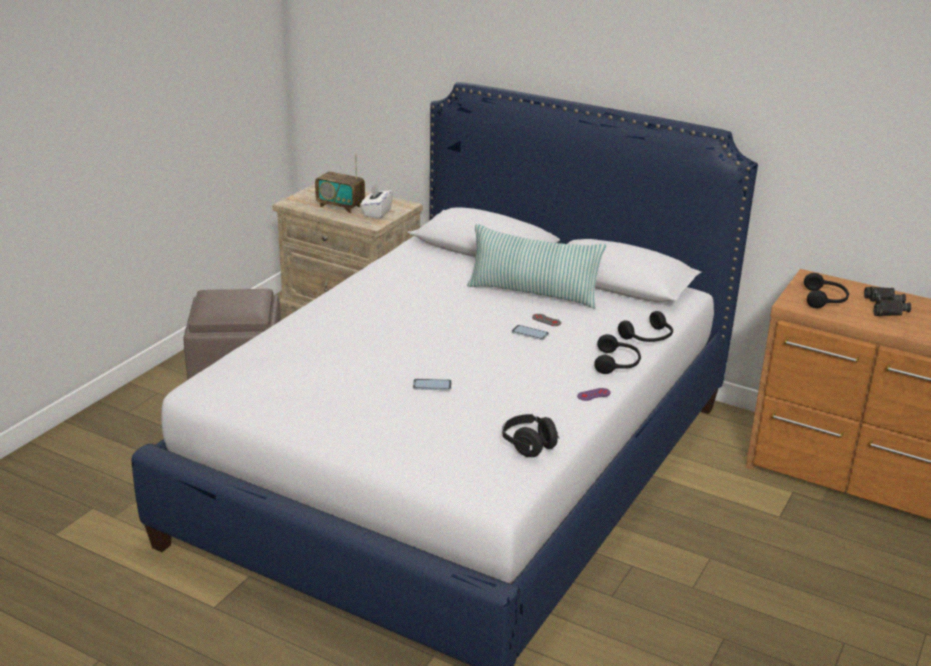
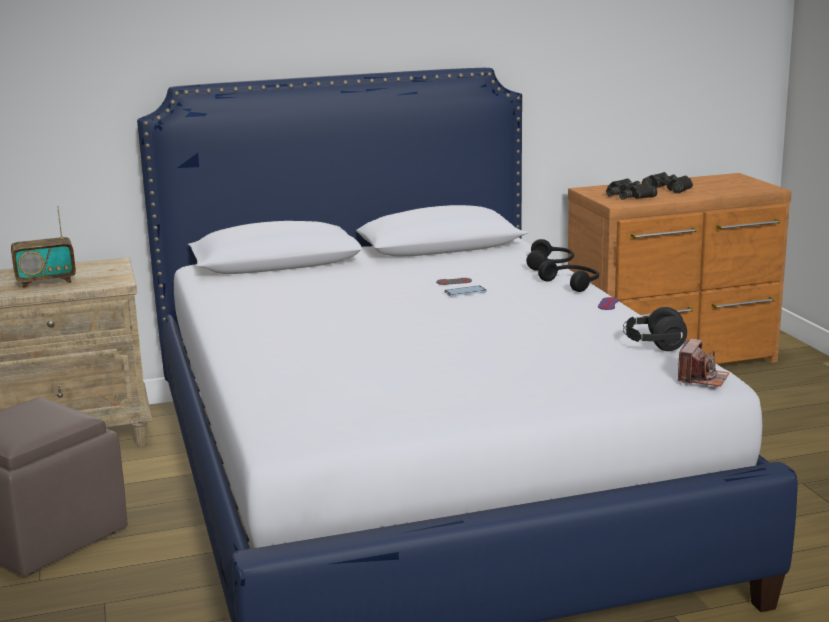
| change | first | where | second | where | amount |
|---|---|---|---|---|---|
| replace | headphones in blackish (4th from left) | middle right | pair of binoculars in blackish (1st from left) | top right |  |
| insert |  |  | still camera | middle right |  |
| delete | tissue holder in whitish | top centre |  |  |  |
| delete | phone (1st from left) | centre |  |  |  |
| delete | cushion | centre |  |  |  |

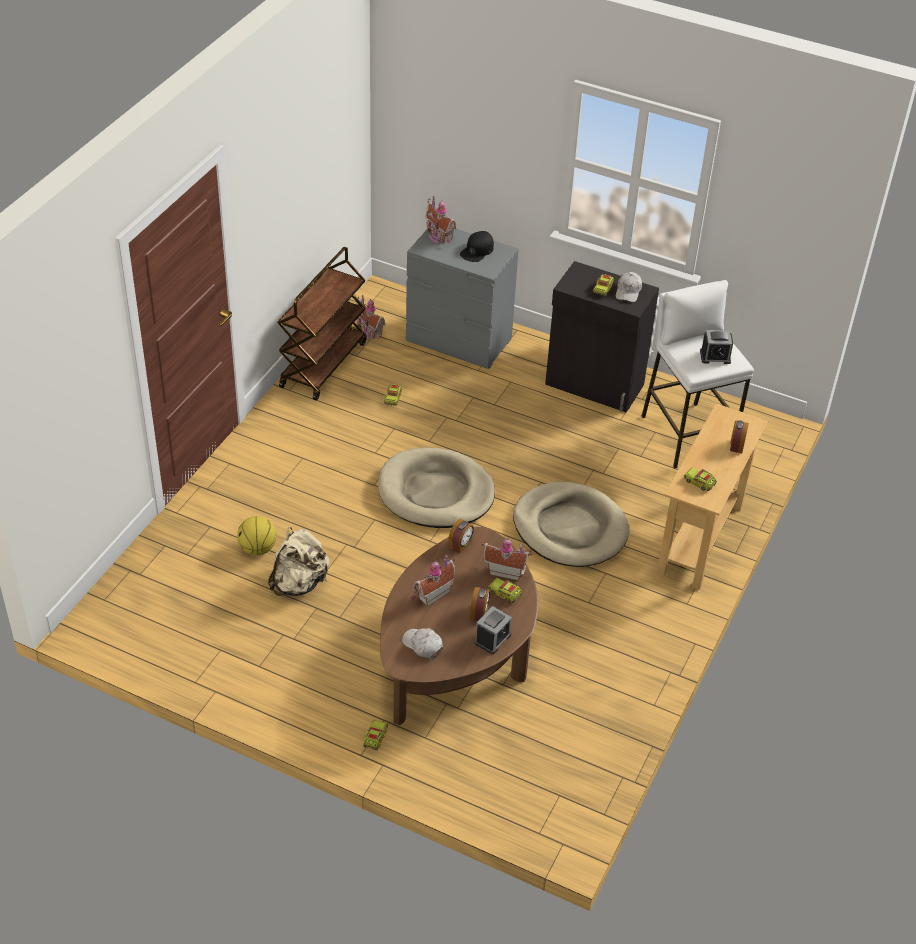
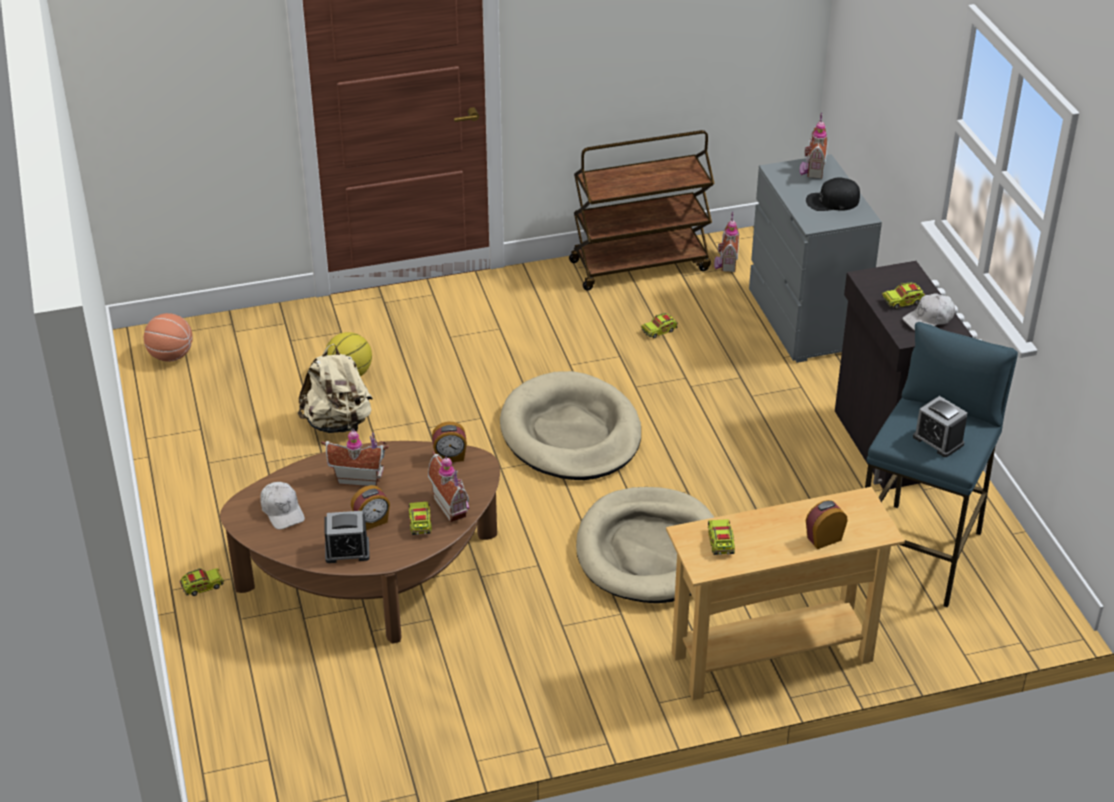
| change | first | where | second | where | amount |
|---|---|---|---|---|---|
| insert |  |  | ball for basketball (1st from left) | middle left |  |
| rotate | cap in whitish (1st from left) | bottom centre |  | middle left | 150 degrees clockwise |
| recolor | stool in whitish | middle right | stool in blue | middle right |  |

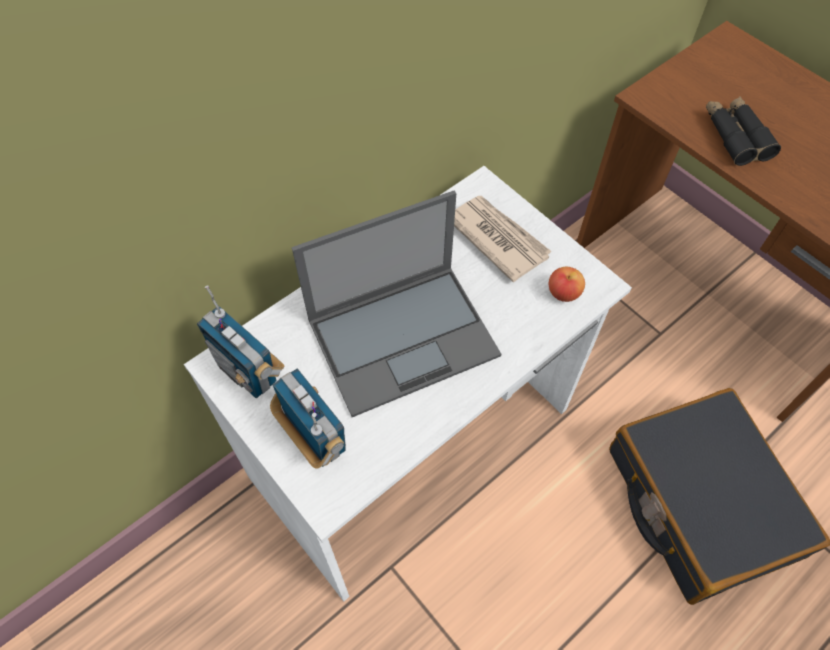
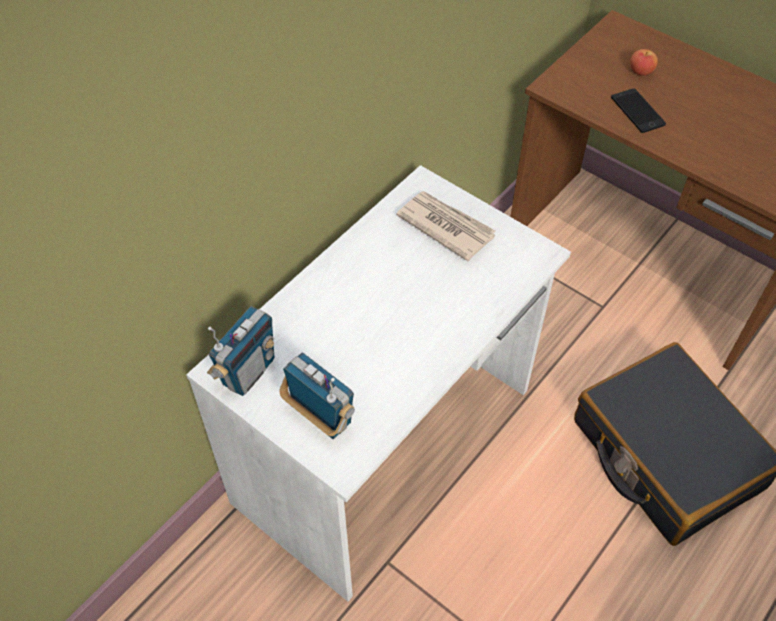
| change | first | where | second | where | amount |
|---|---|---|---|---|---|
| rotate | radio receiver (1st from left) | middle left |  | middle left | 90 degrees counterclockwise |
| replace | pair of binoculars in blackish | top right | phone | top right |  |
| move | whole apple | middle right |  | top right |  |
| delete | portable computer | centre |  |  |  |

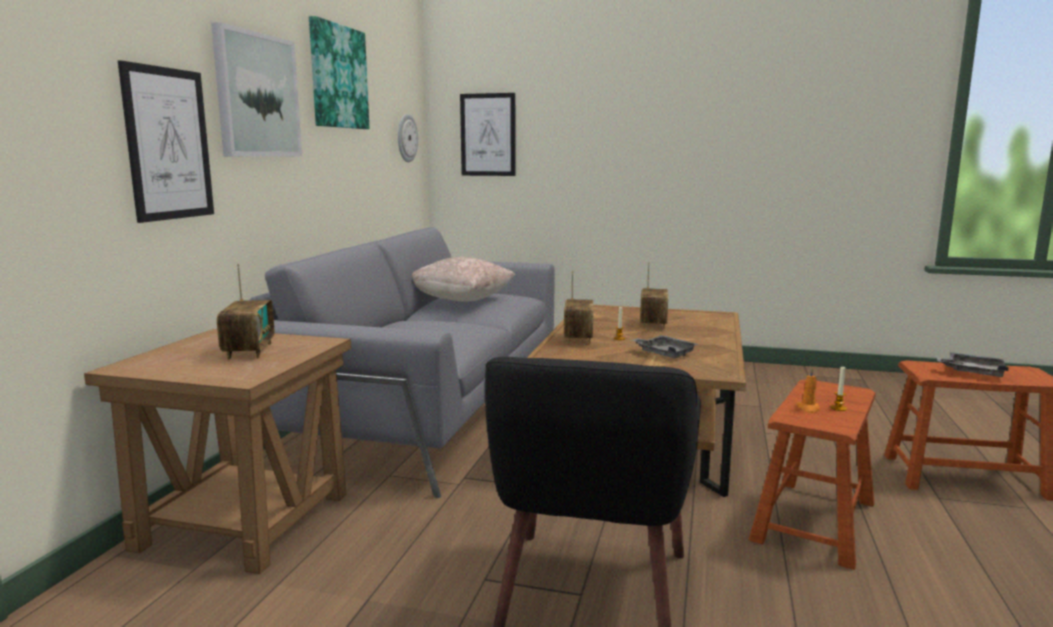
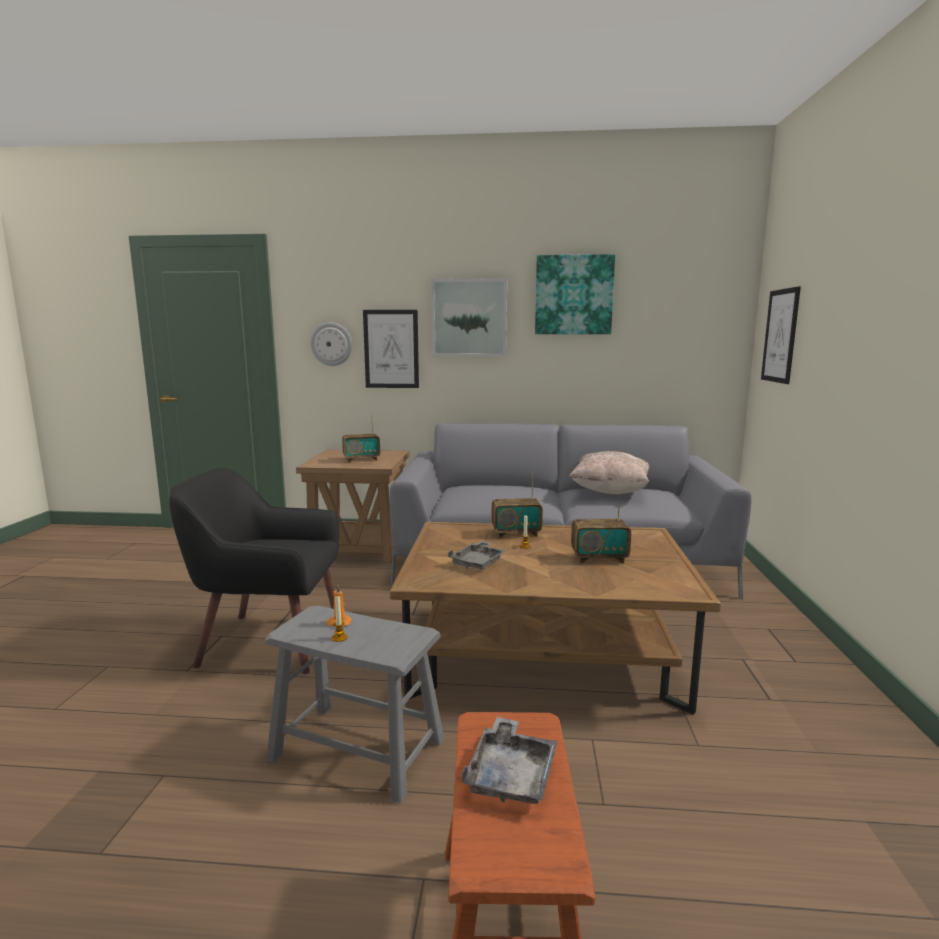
| change | first | where | second | where | amount |
|---|---|---|---|---|---|
| recolor | stool in brownish (1st from left) | bottom right | stool in gray | bottom centre |  |
| move | wall clock | top centre |  | centre |  |

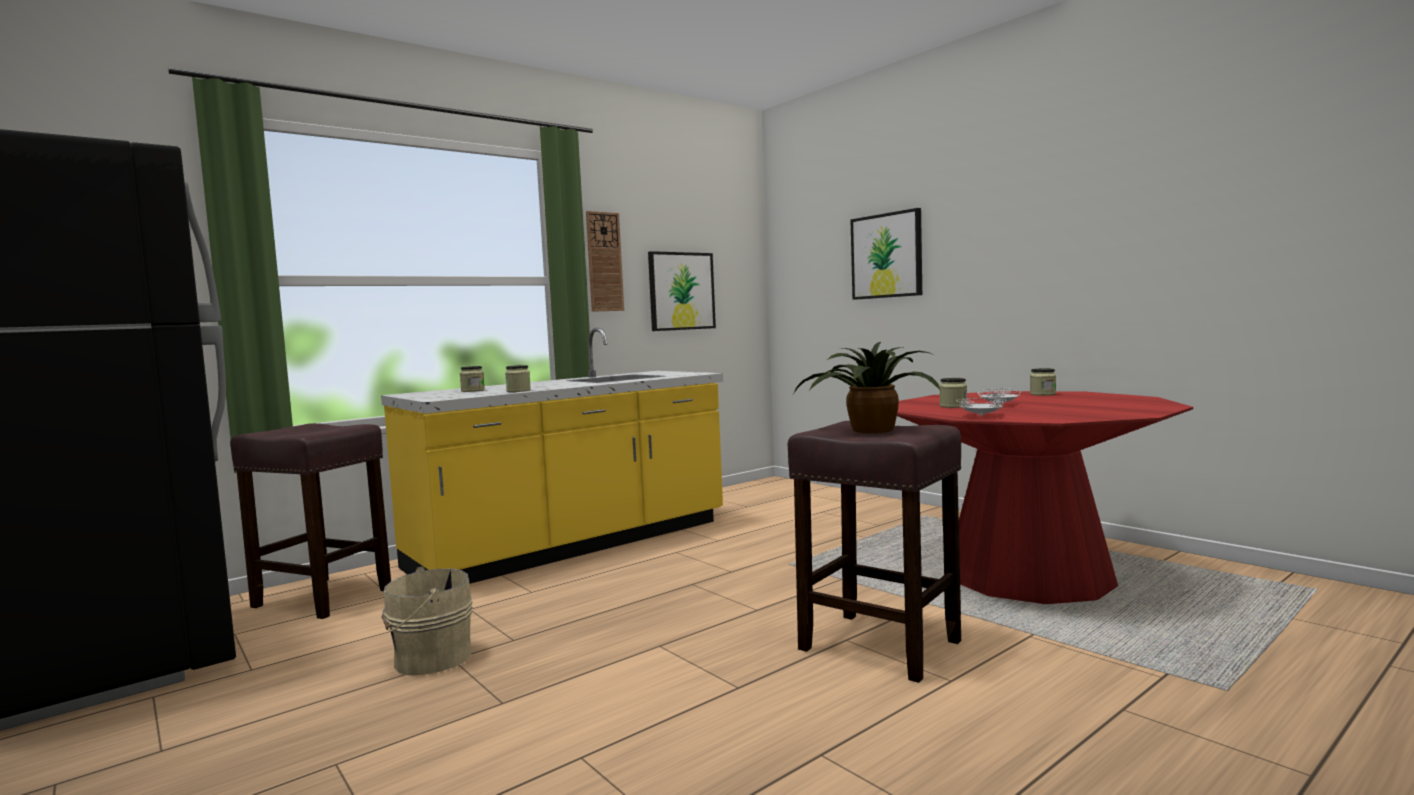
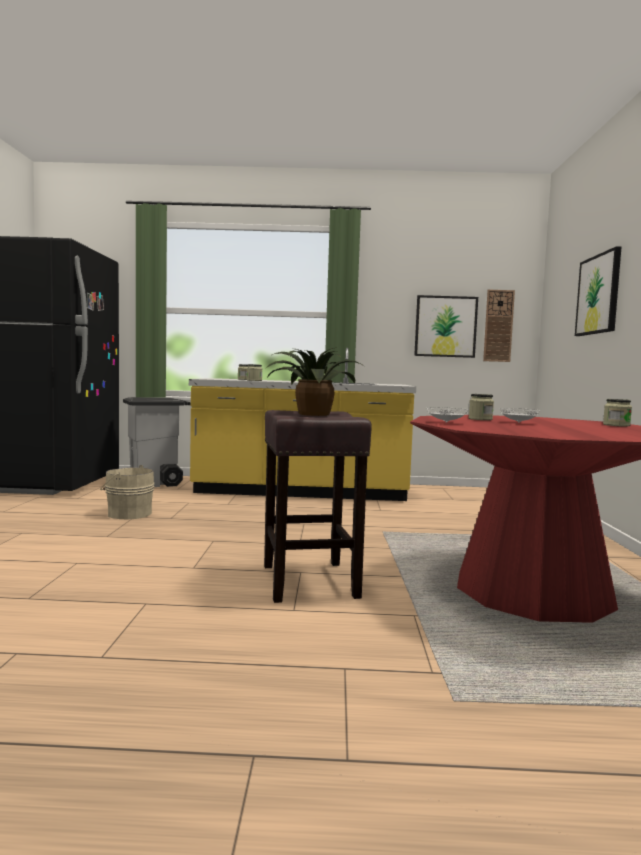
| change | first | where | second | where | amount |
|---|---|---|---|---|---|
| replace | stool in brownish (1st from left) | middle left | trash can in gray | middle left |  |
| move | wall clock | top centre |  | middle right |  |

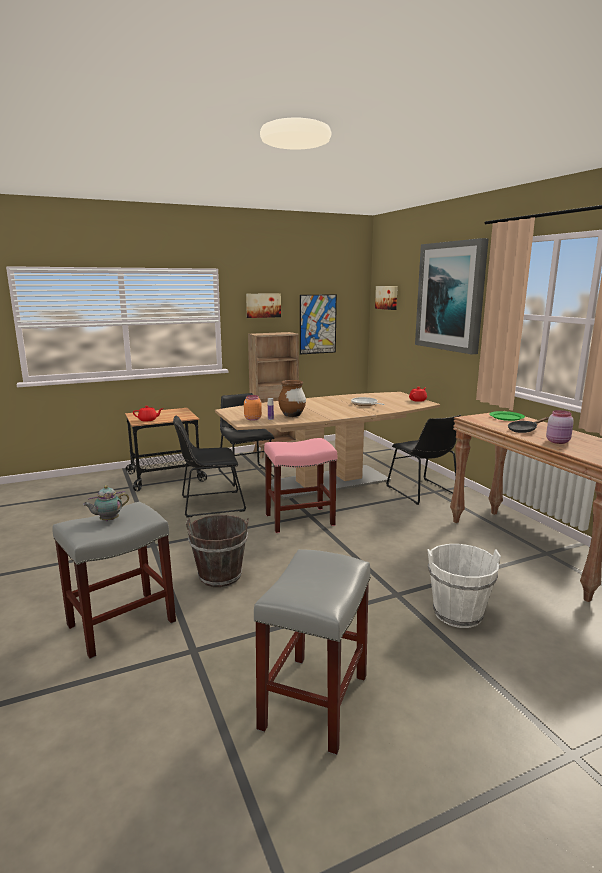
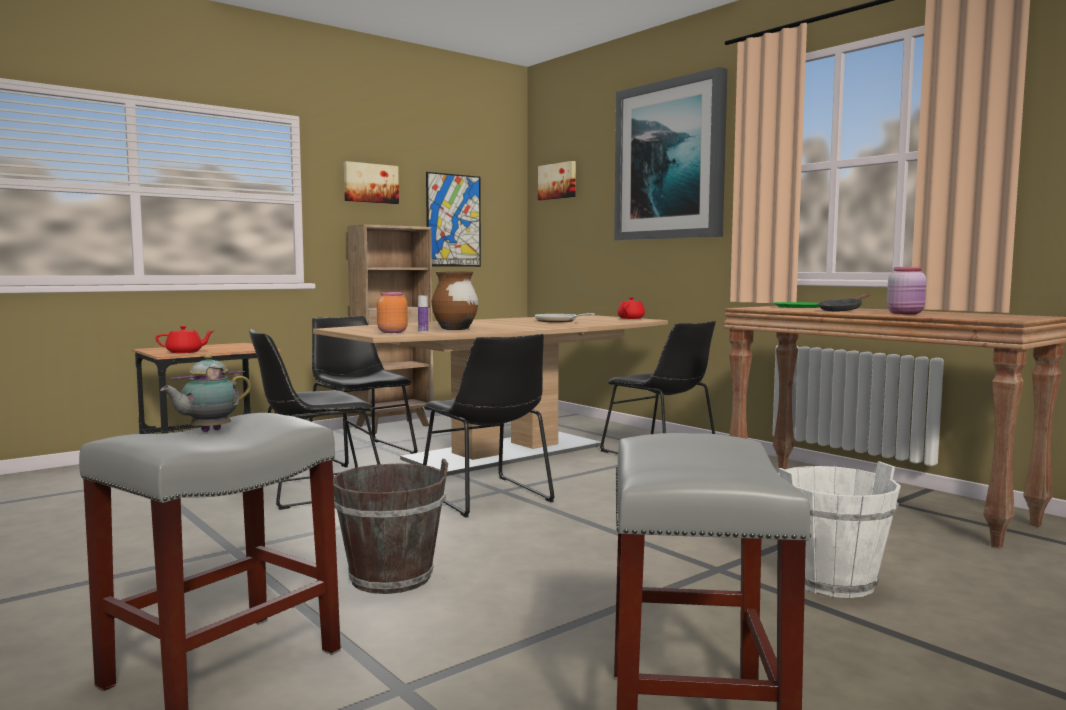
| change | first | where | second | where | amount |
|---|---|---|---|---|---|
| replace | stool in pinkish | centre | chair in blackish (3rd from left) | centre |  |

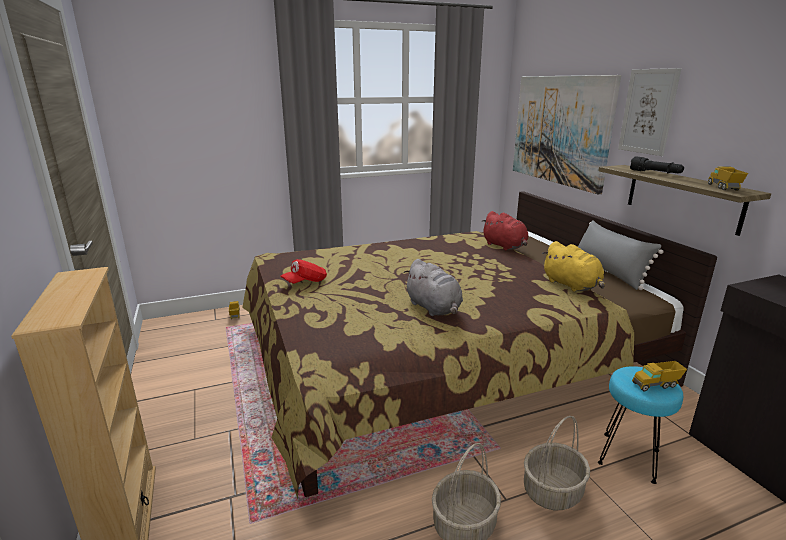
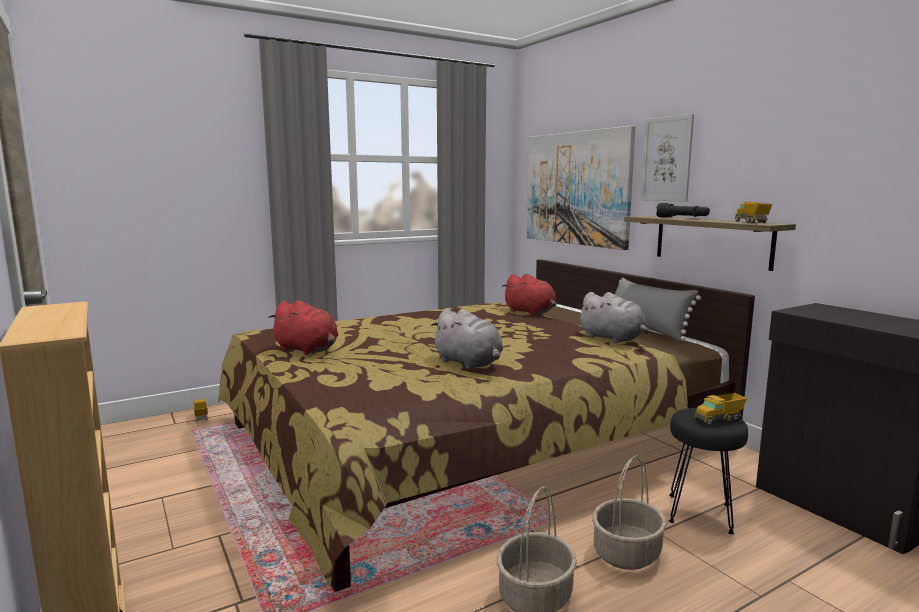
| change | first | where | second | where | amount |
|---|---|---|---|---|---|
| replace | cap in reddish | centre | plush toy in reddish (1st from left) | middle left |  |
| recolor | plush toy in yellowish | middle right | plush toy in gray (2nd from left) | middle right |  |
| recolor | stool in blue-green | bottom right | stool in blackish | bottom right |  |

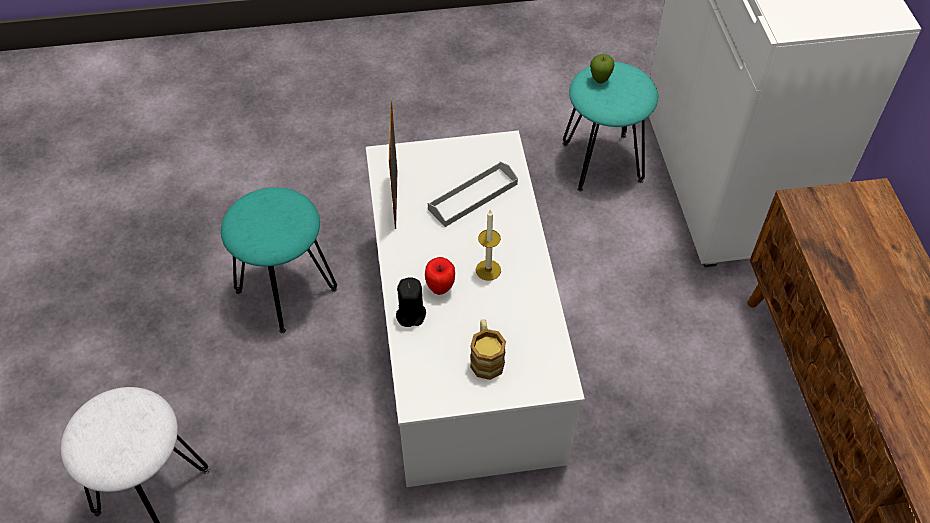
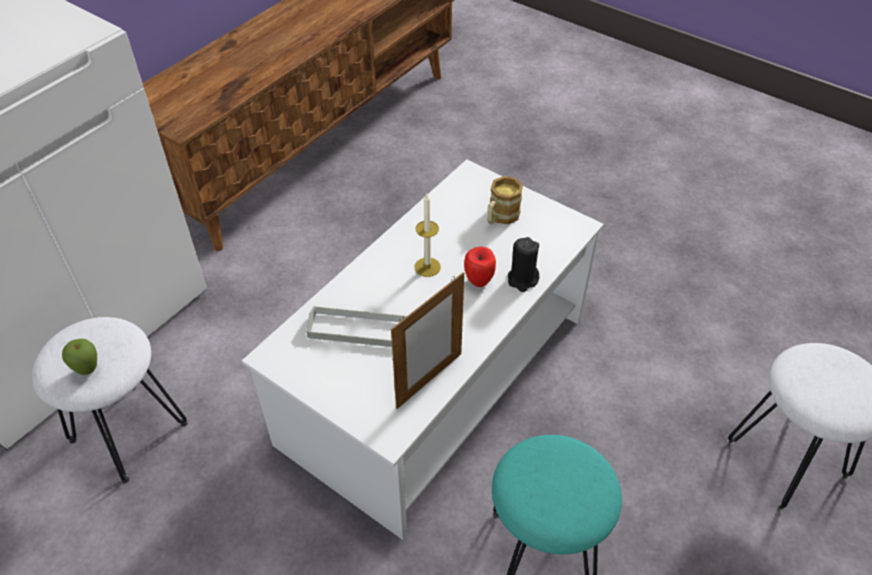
| change | first | where | second | where | amount |
|---|---|---|---|---|---|
| recolor | stool in blue-green (2nd from left) | top centre | stool in whitish (1st from left) | bottom left |  |

